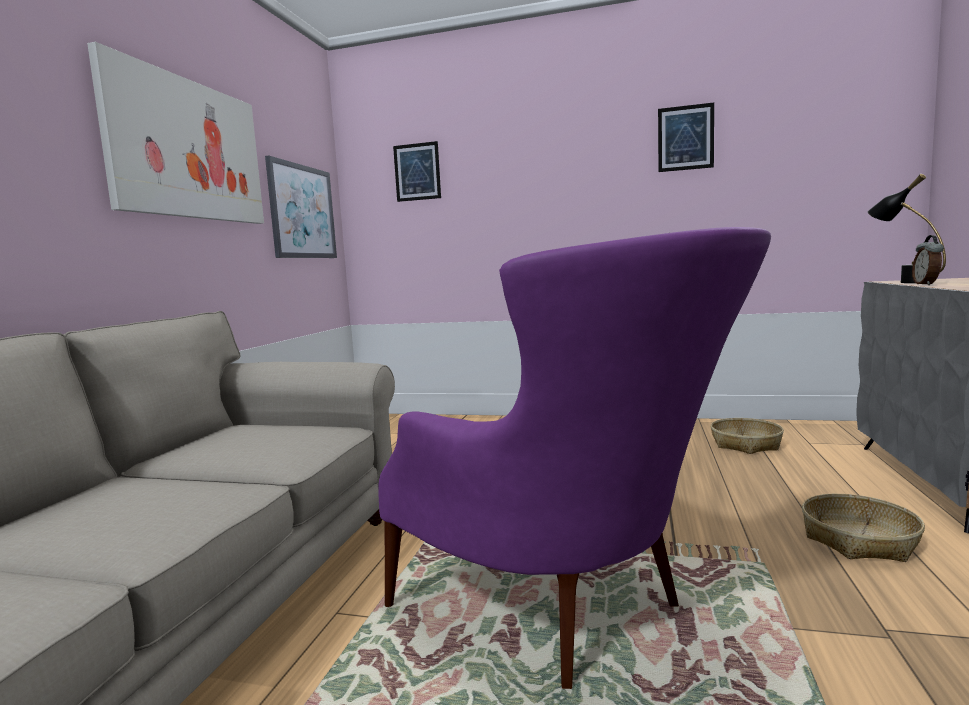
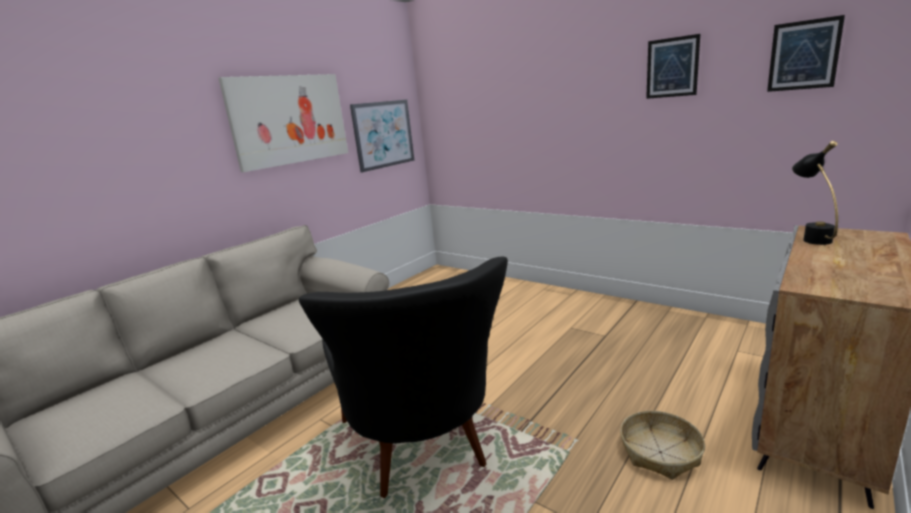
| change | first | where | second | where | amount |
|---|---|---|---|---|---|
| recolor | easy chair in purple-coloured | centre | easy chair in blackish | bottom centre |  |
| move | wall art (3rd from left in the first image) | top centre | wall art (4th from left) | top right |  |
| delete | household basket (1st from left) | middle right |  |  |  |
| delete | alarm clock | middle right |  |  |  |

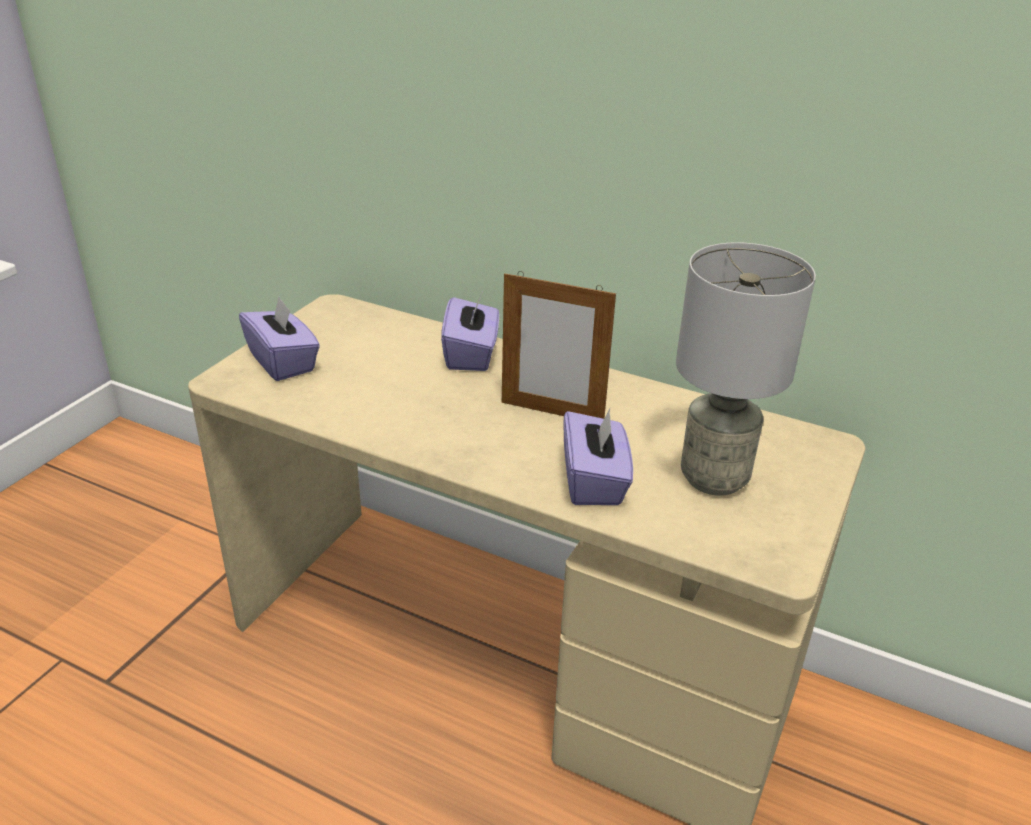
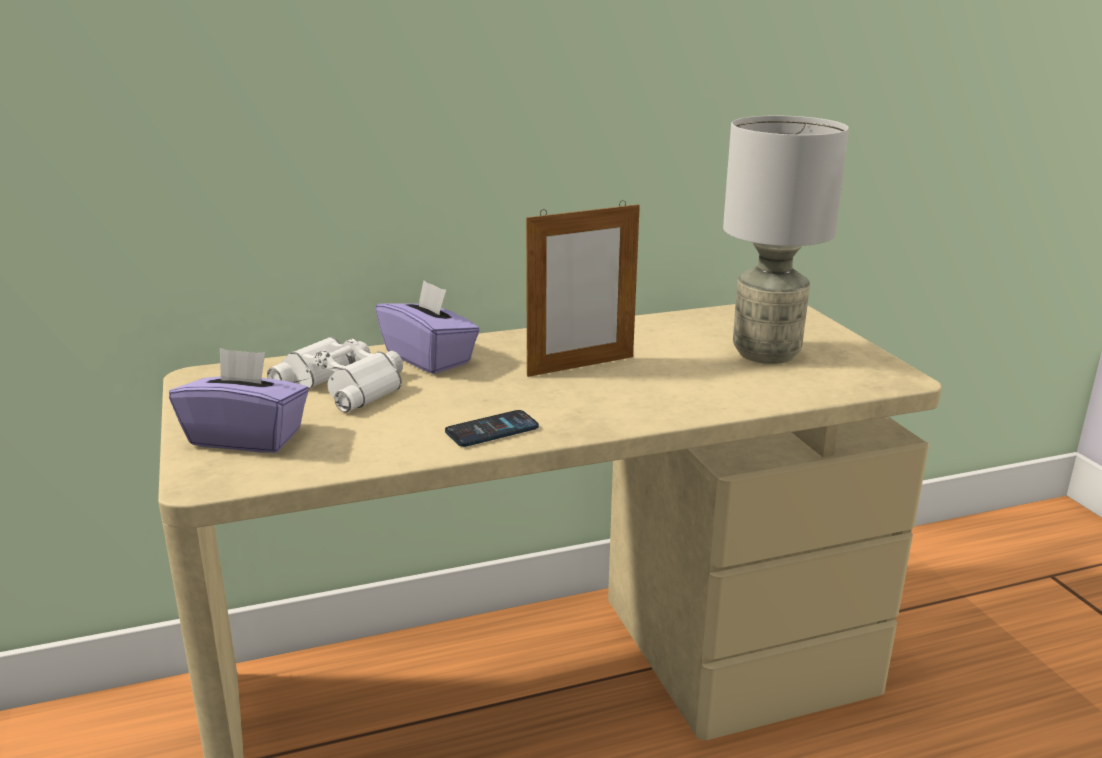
| change | first | where | second | where | amount |
|---|---|---|---|---|---|
| insert |  |  | pair of binoculars in whitish | middle left |  |
| insert |  |  | phone | centre |  |
| delete | tissue holder in purple-coloured (3rd from left) | centre |  |  |  |

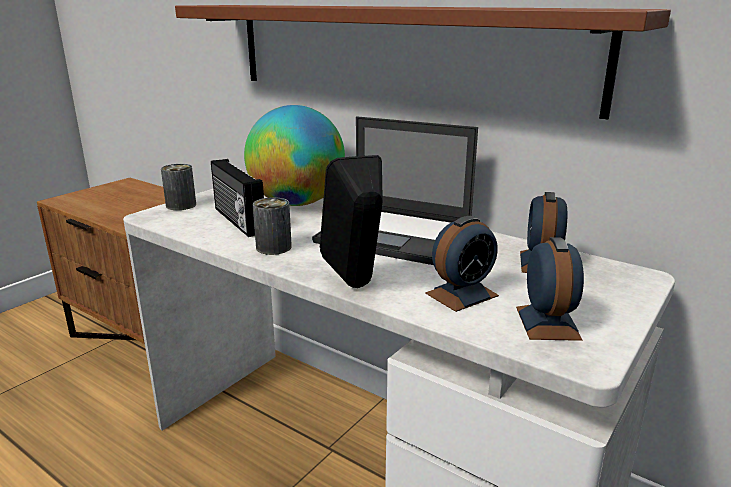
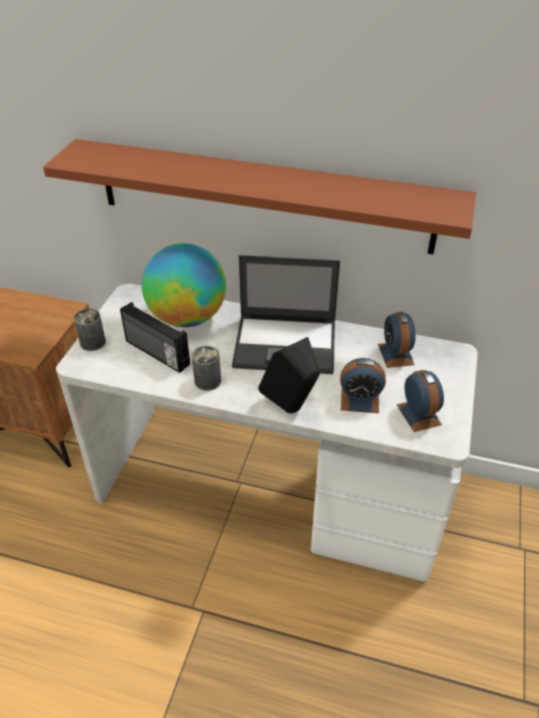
| change | first | where | second | where | amount |
|---|---|---|---|---|---|
| rotate | alarm clock (1st from left) | centre |  | middle right | 60 degrees clockwise |

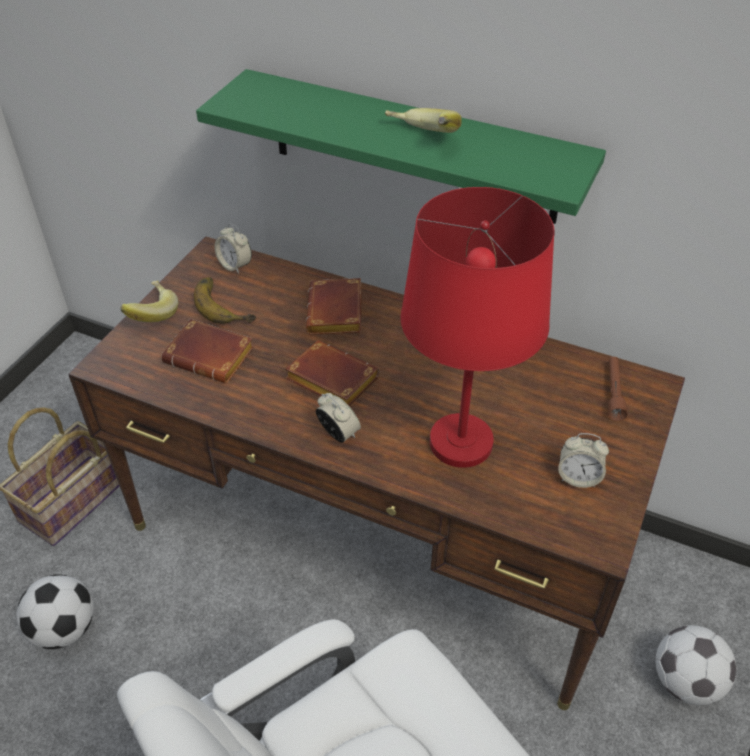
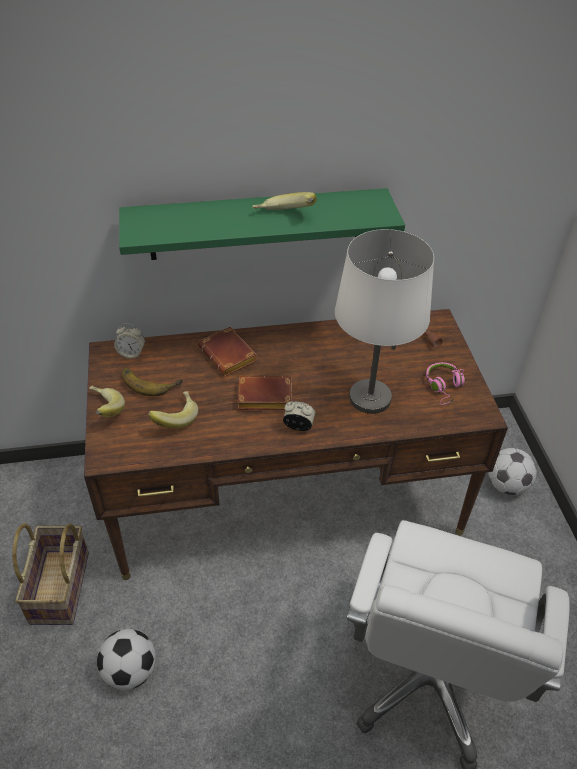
| change | first | where | second | where | amount |
|---|---|---|---|---|---|
| replace | volume in brownish (1st from left) | middle left | whole banana (3rd from left) | middle left |  |
| recolor | table lamp in reddish | centre | table lamp in whitish | centre |  |
| replace | alarm clock (3rd from left) | middle right | headphones in pinkish | middle right |  |

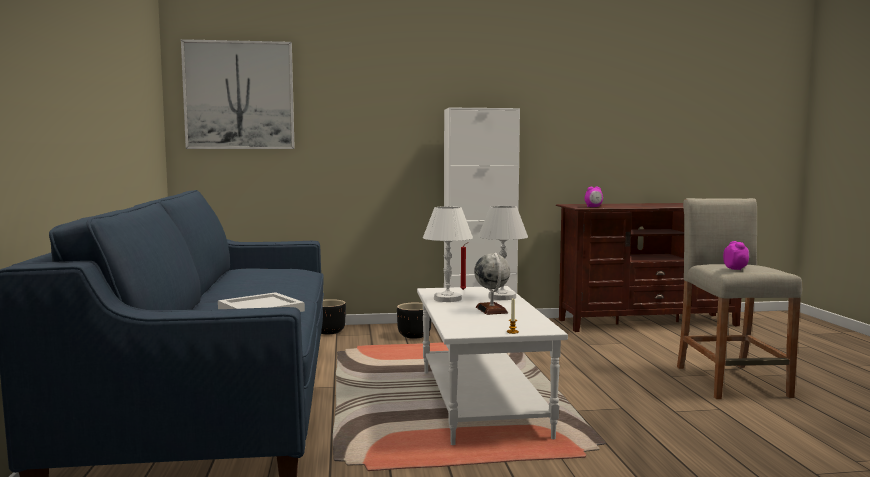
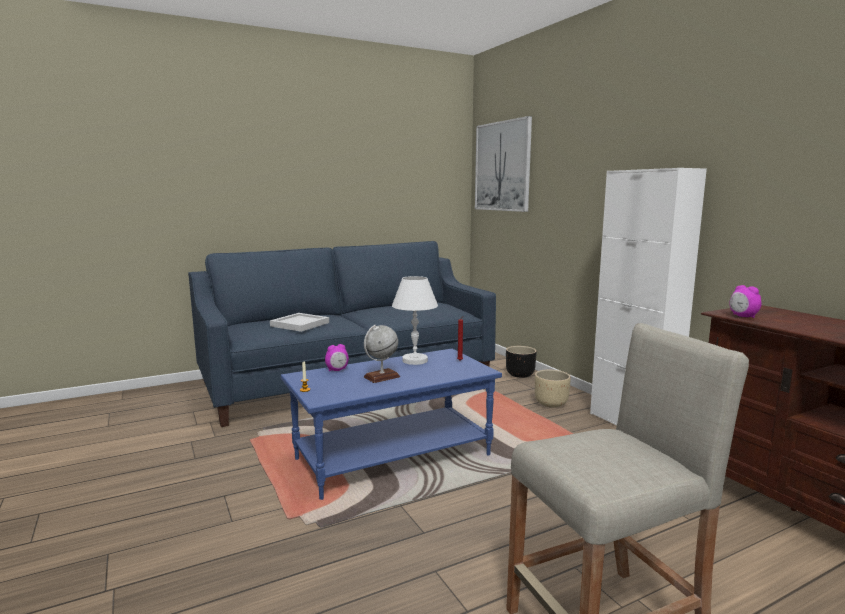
| change | first | where | second | where | amount |
|---|---|---|---|---|---|
| recolor | low table in whitish | bottom centre | low table in blue | bottom centre |  |
| move | alarm clock (2nd from left in the first image) | middle right | alarm clock (1st from left) | centre |  |
| recolor | flower pot in blackish (2nd from left) | bottom centre | flower pot in beige | centre |  |
| delete | table lamp in whitish (2nd from left) | centre |  |  |  |

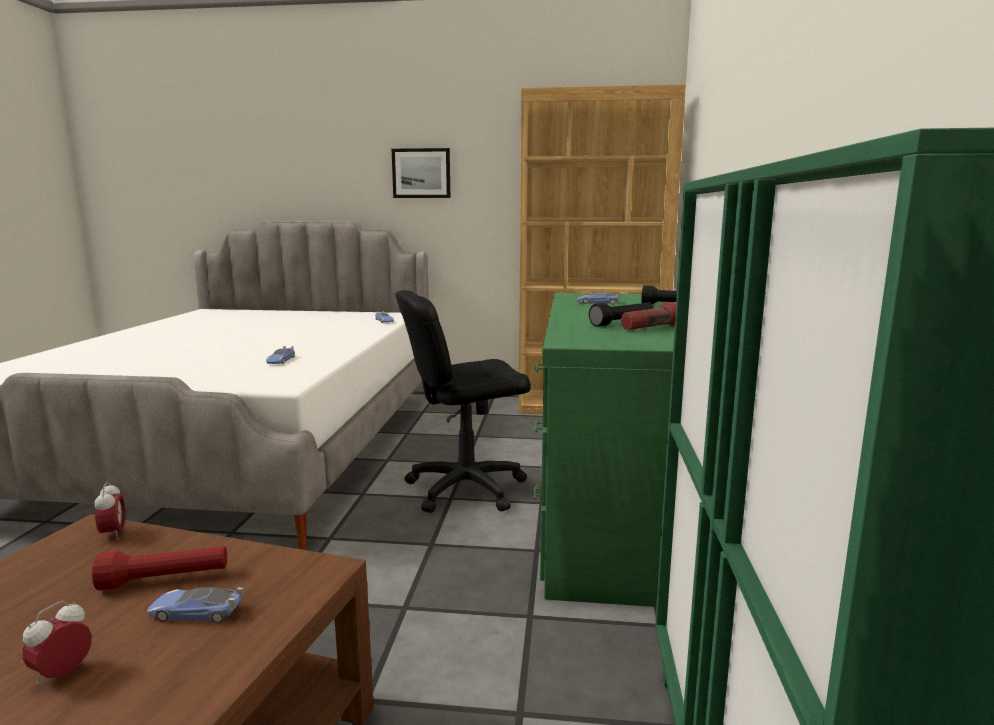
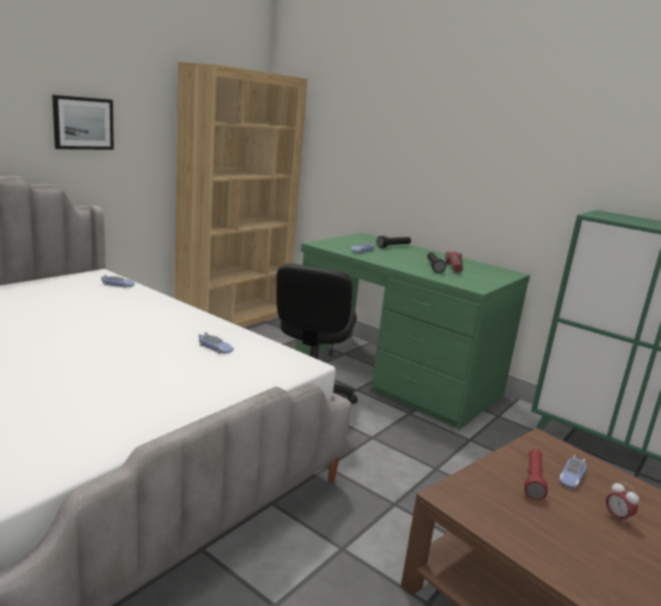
| change | first | where | second | where | amount |
|---|---|---|---|---|---|
| delete | alarm clock (2nd from left) | bottom left |  |  |  |

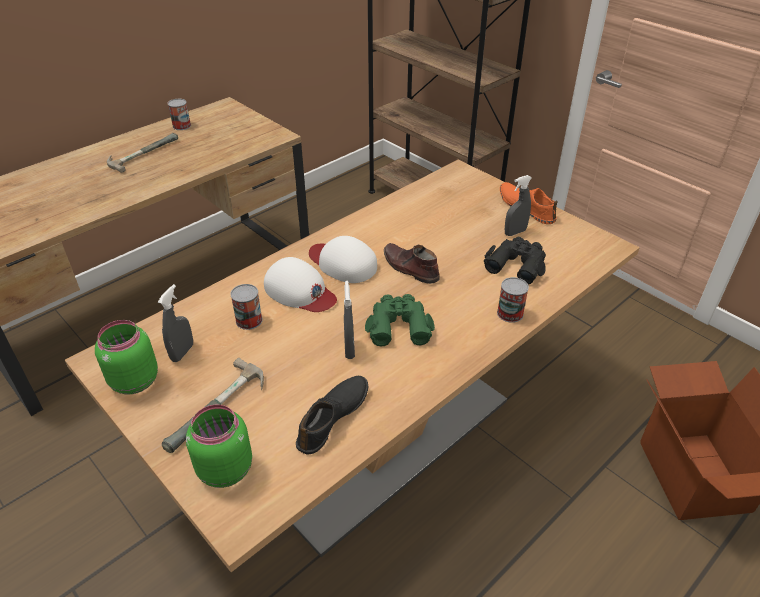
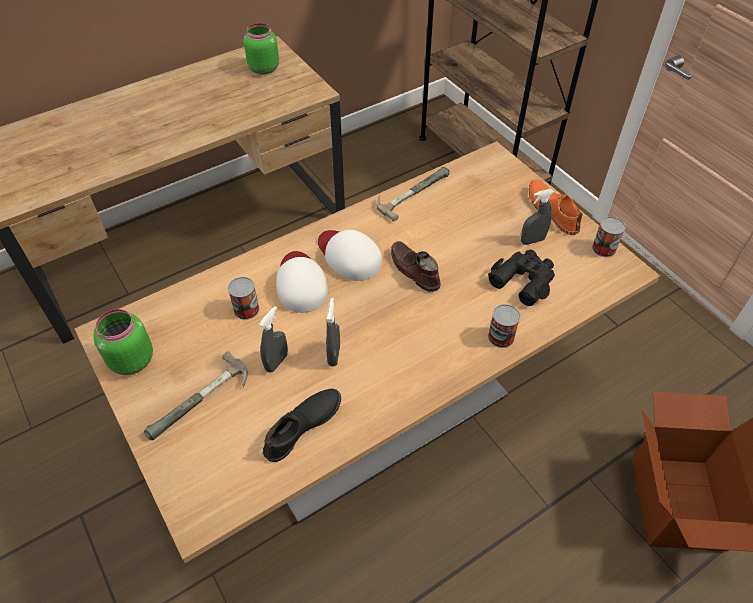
| change | first | where | second | where | amount |
|---|---|---|---|---|---|
| move | jar in greenish (2nd from left) | bottom left |  | top centre |  |
| move | sprayer in gray (1st from left) | middle left |  | centre |  |
| rotate | cap in whitish (1st from left) | centre |  | centre | 150 degrees counterclockwise |
| move | tool hammer (1st from left in the first image) | top left | tool hammer (2nd from left) | top centre |  |
| move | can (1st from left in the first image) | top left | can (3rd from left) | middle right |  |
| delete | pair of binoculars in greenish | centre |  |  |  |

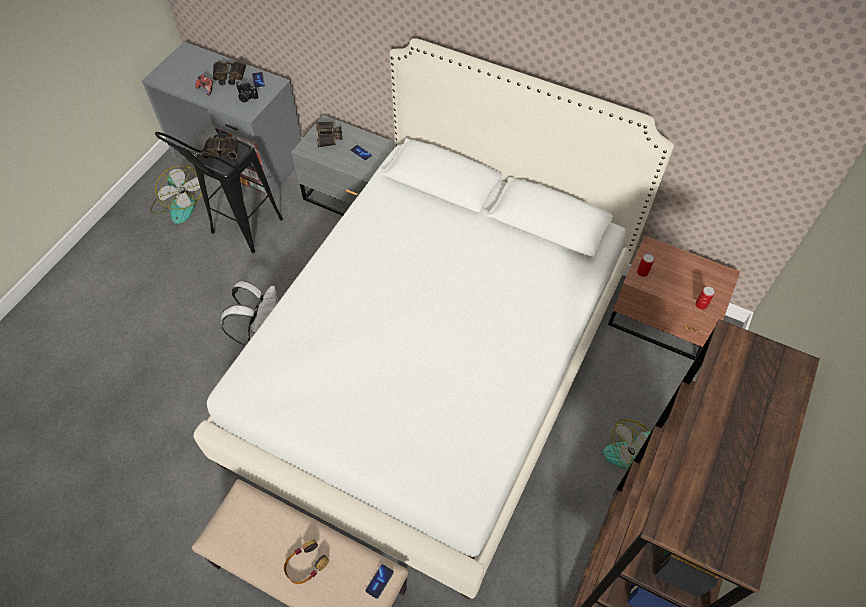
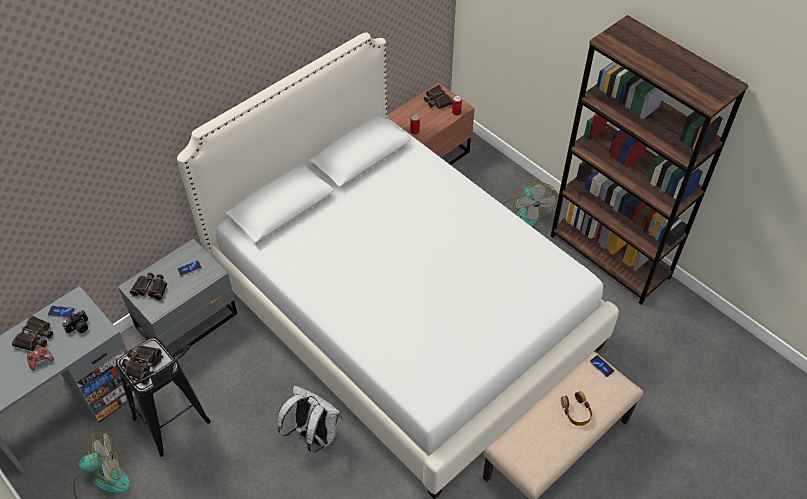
| change | first | where | second | where | amount |
|---|---|---|---|---|---|
| insert |  |  | pair of binoculars (4th from left) | top centre |  |

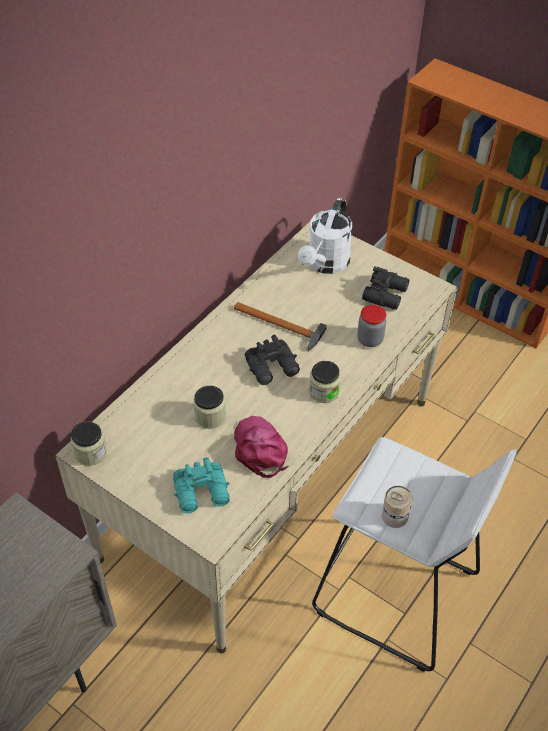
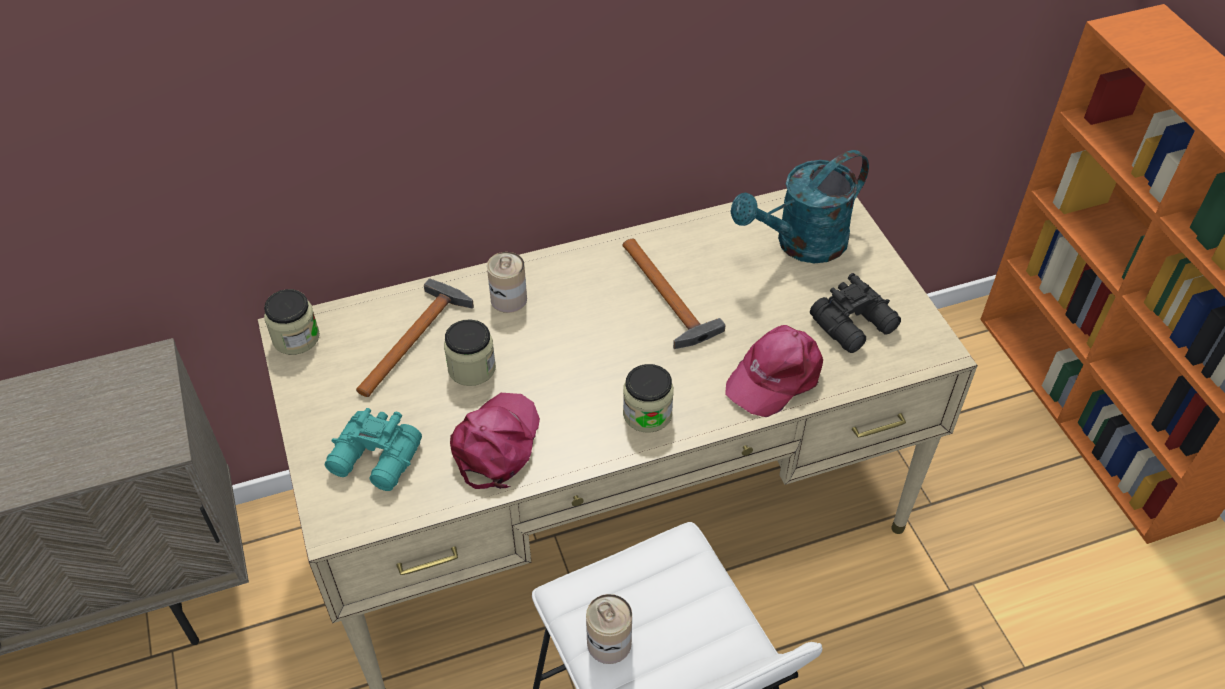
| change | first | where | second | where | amount |
|---|---|---|---|---|---|
| insert |  |  | tool hammer (1st from left) | centre |  |
| insert |  |  | can (1st from left) | centre |  |
| replace | jar (4th from left) | middle right | cap in pinkish (2nd from left) | centre |  |
| recolor | watering pot in whitish | top centre | watering pot in blue-green | top centre |  |
| delete | pair of binoculars in blackish (1st from left) | centre |  |  |  |

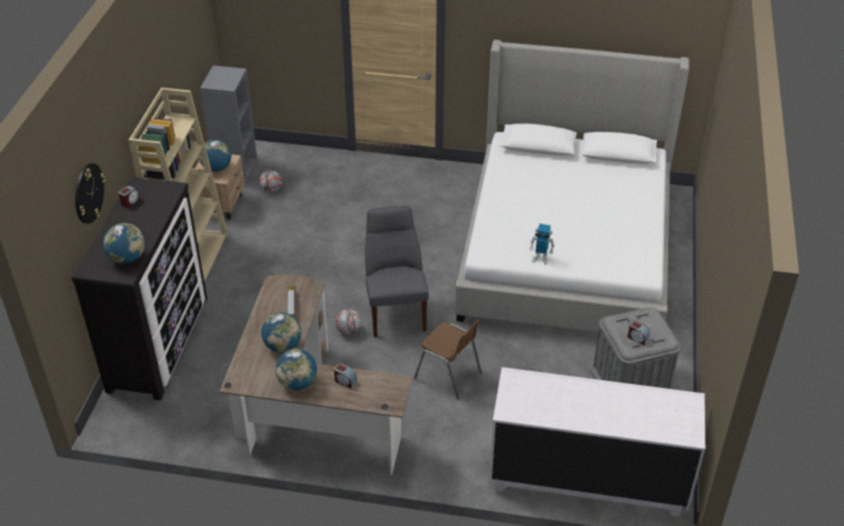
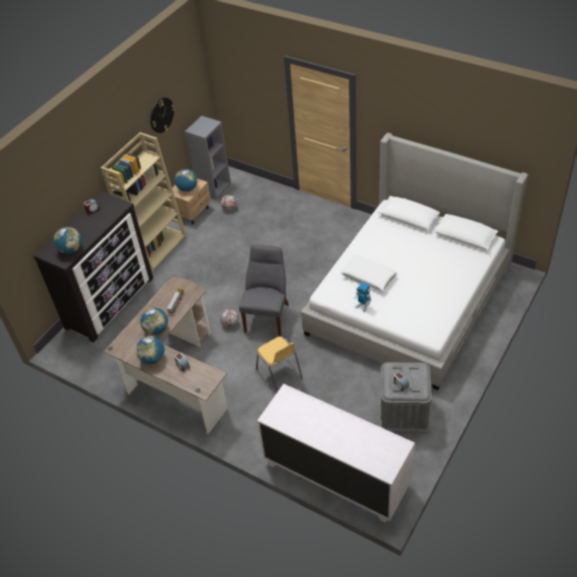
| change | first | where | second | where | amount |
|---|---|---|---|---|---|
| move | wall clock | middle left |  | top left |  |
| recolor | chair in brownish | bottom centre | chair in yellowish | centre |  |
| insert |  |  | cushion in whitish | centre |  |

